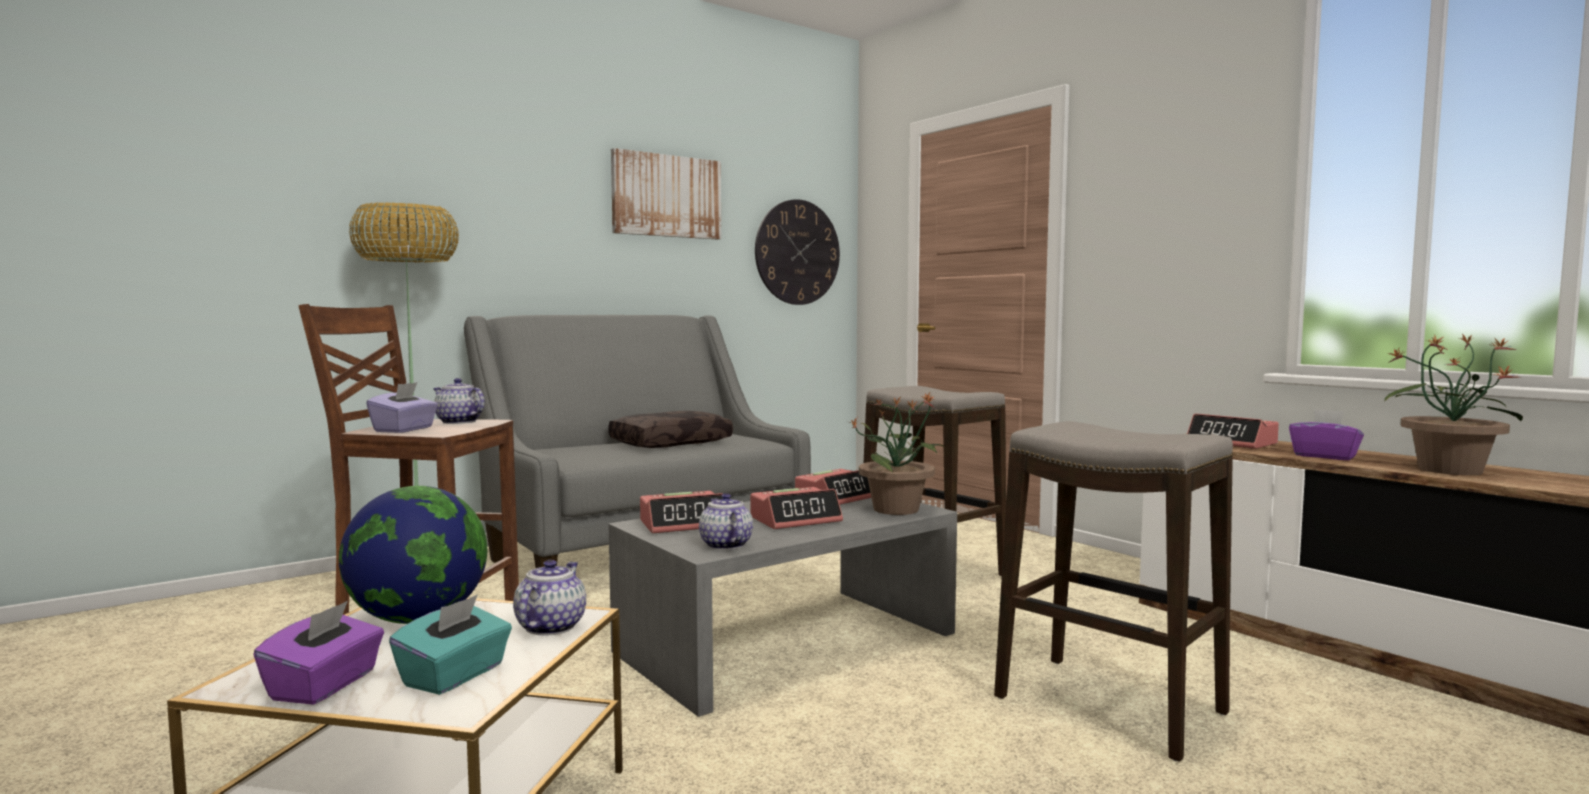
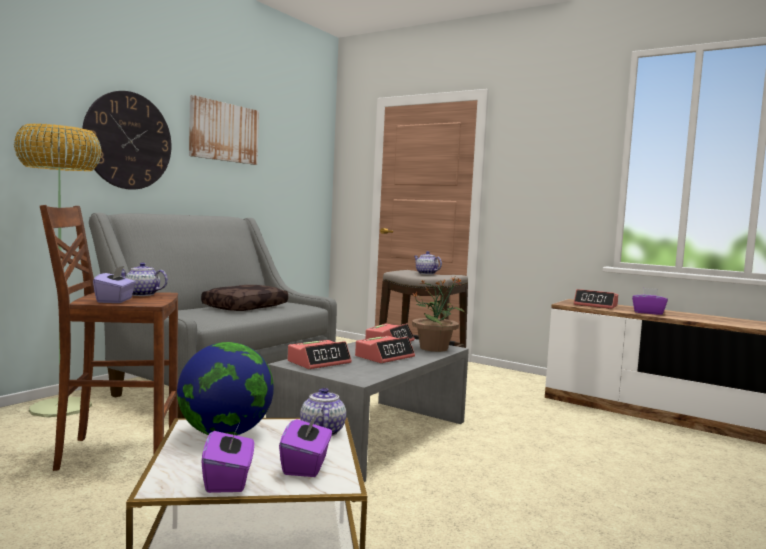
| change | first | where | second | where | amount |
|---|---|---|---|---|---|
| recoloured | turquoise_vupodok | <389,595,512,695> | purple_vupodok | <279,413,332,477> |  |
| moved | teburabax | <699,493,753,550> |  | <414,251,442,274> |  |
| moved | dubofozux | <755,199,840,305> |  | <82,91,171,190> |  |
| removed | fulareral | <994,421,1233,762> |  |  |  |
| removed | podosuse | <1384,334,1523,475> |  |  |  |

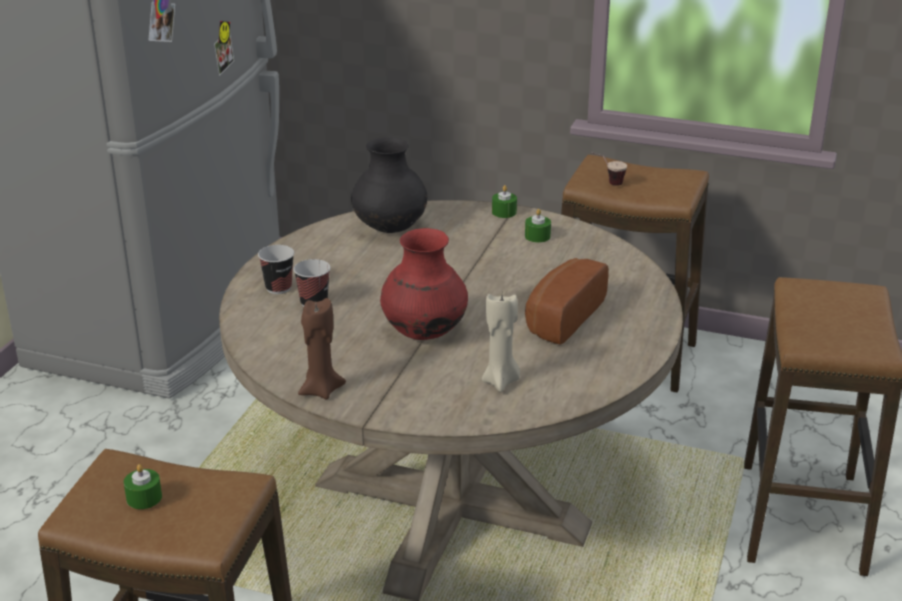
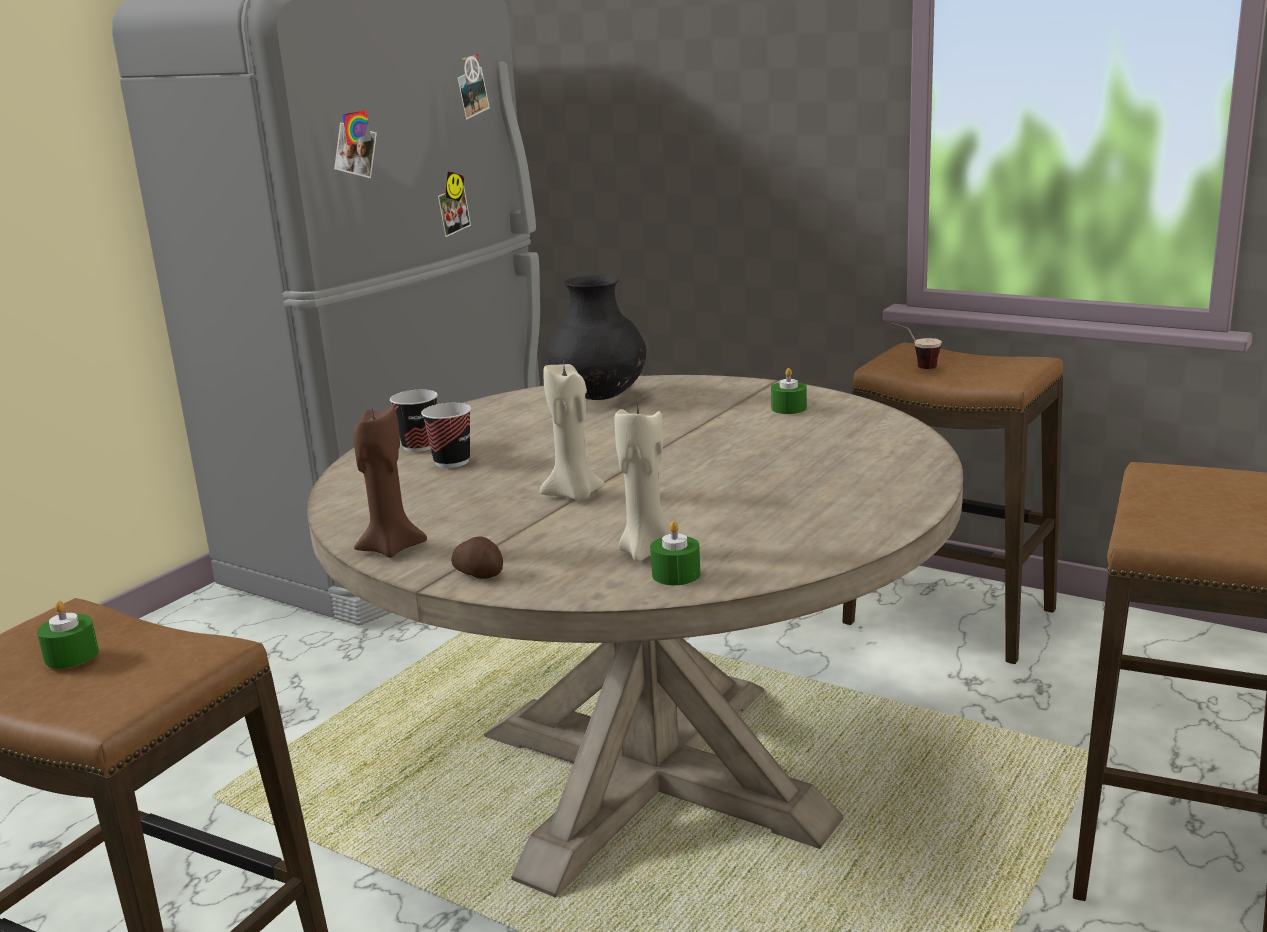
| change | first | where | second | where | amount |
|---|---|---|---|---|---|
| replaced | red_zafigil | <380,228,468,340> | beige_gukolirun | <540,364,605,500> |  |
| moved | green_gukolirun | <492,185,517,218> |  | <651,521,701,585> |  |
| removed | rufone | <525,258,609,345> |  |  |  |
| added |  |  | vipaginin | <451,536,503,579> |  |

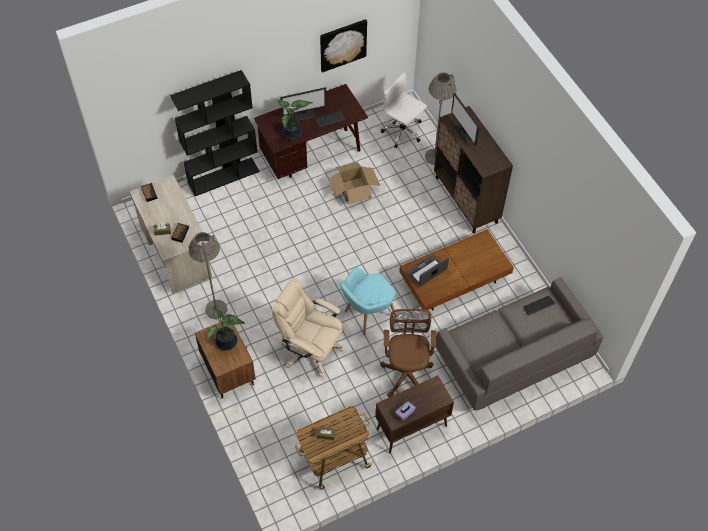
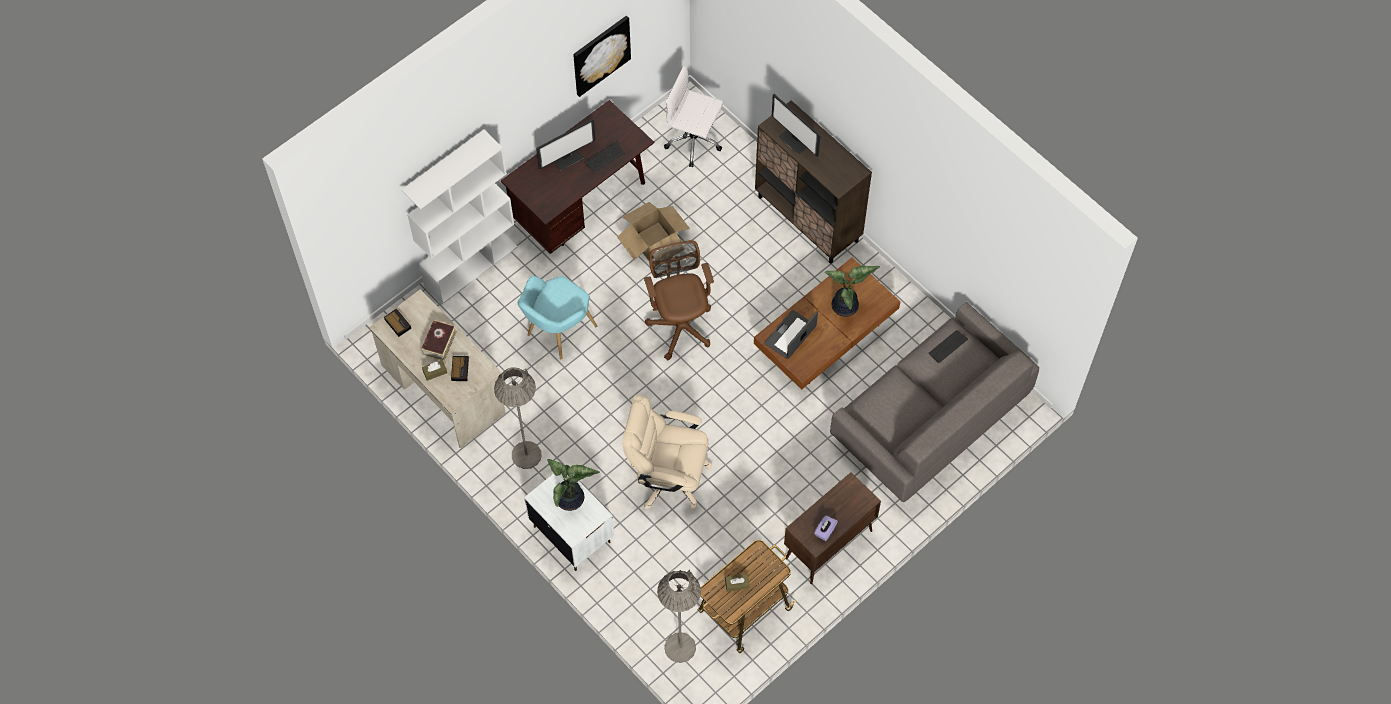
| change | first | where | second | where | amount |
|---|---|---|---|---|---|
| recoloured | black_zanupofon | <170,70,260,196> | white_zanupofon | <401,130,518,305> |  |
| recoloured | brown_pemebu | <195,322,256,399> | white_pemebu | <524,471,614,571> |  |
| moved | podosuse | <277,100,313,140> |  | <825,266,880,317> |  |
| moved | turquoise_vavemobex | <340,267,396,335> |  | <518,276,597,359> |  |
| moved | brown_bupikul | <380,309,437,397> |  | <644,240,714,361> |  |
| moved | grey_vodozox | <425,72,457,165> |  | <657,570,701,663> |  |
| added |  |  | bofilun | <421,320,457,361> |  |

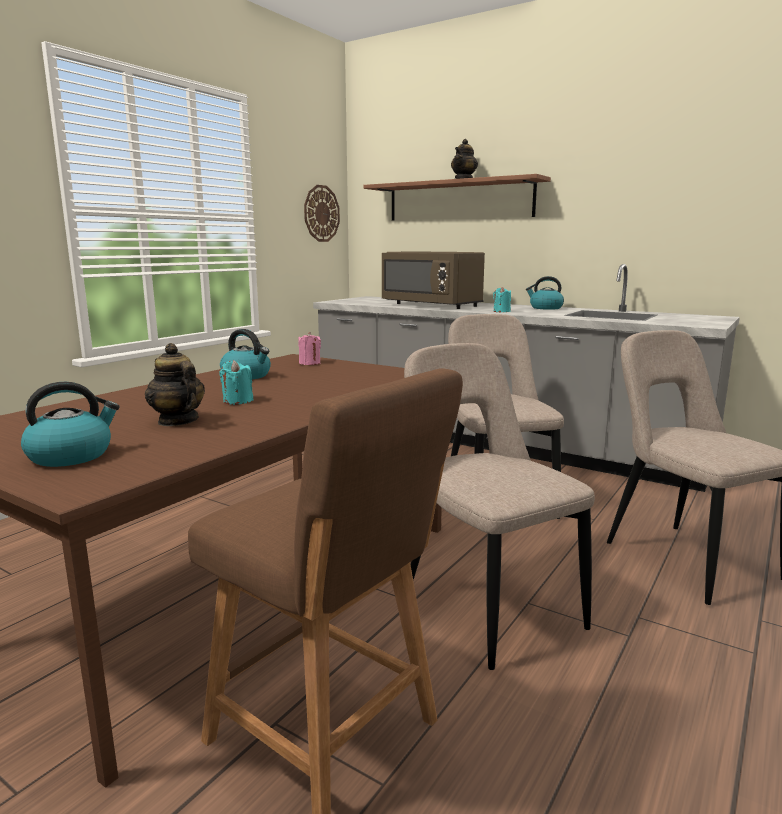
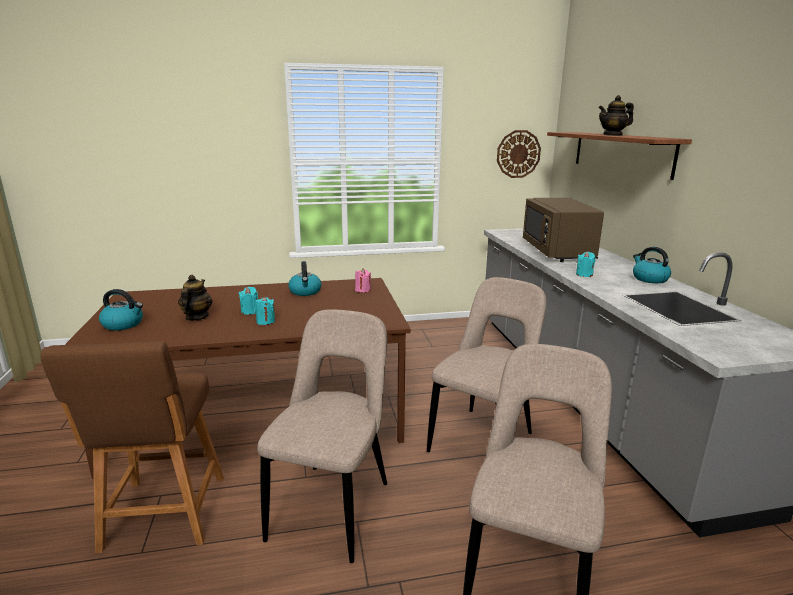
| change | first | where | second | where | amount |
|---|---|---|---|---|---|
| added |  |  | turquoise_gukolirun | <255,296,275,325> |  |

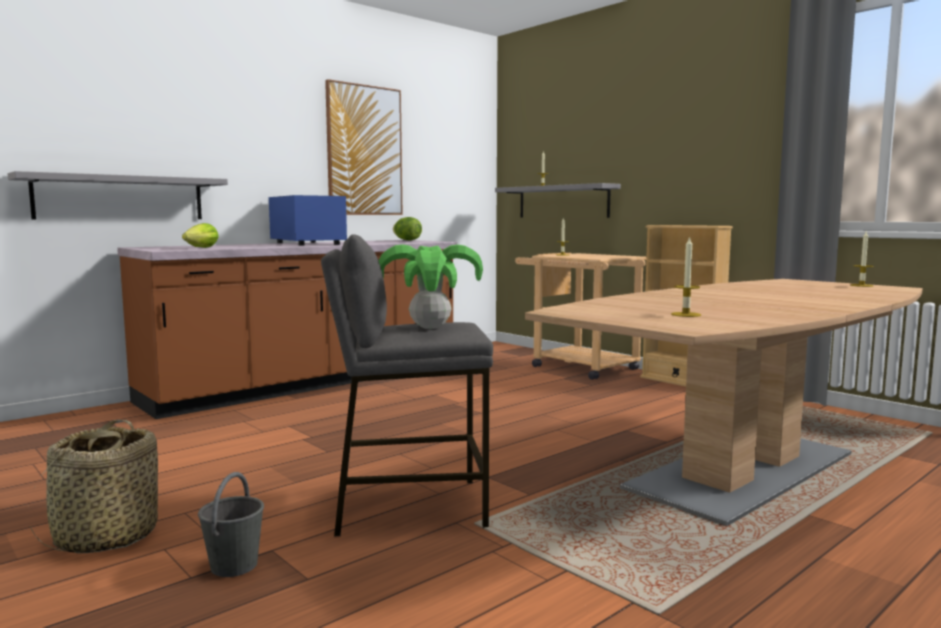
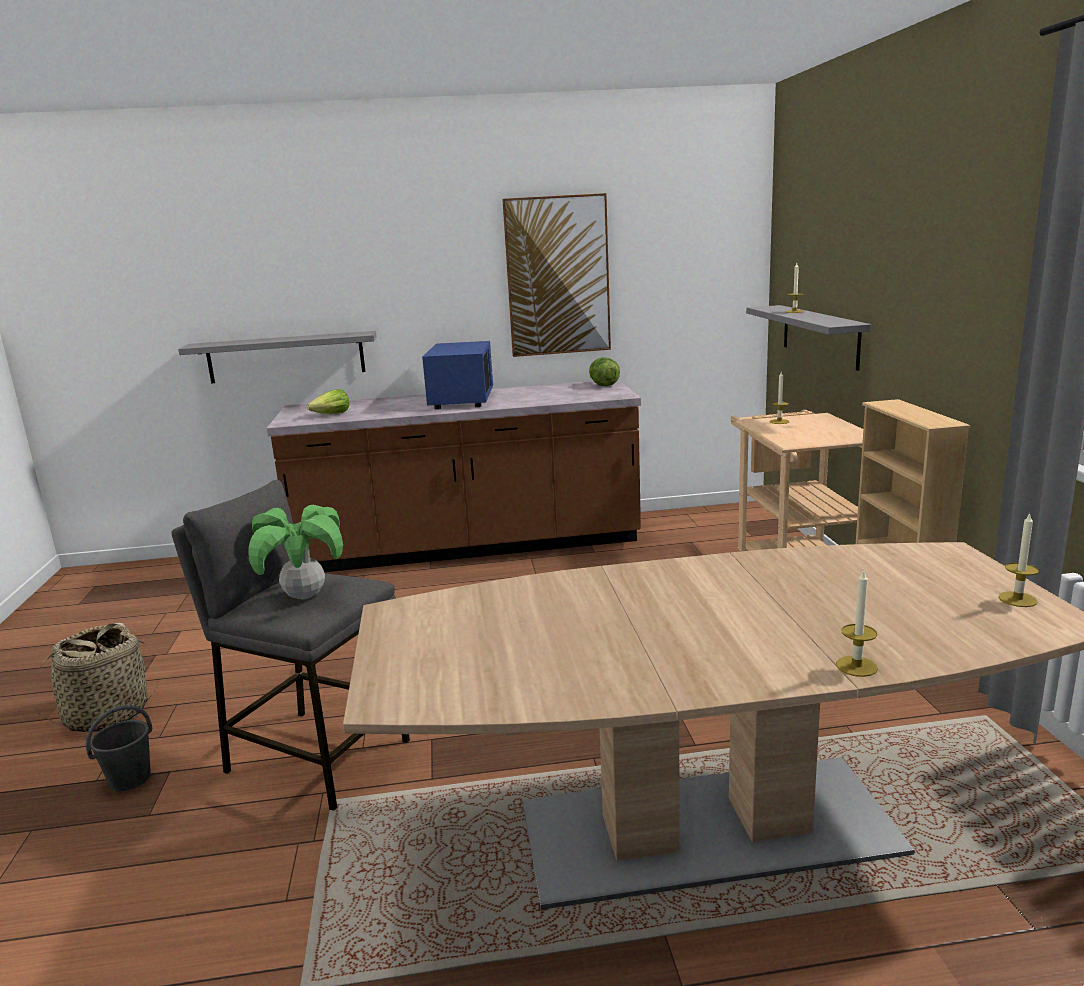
| change | first | where | second | where | amount |
|---|---|---|---|---|---|
| moved | gukolirun | <671,236,701,317> |  | <836,569,878,677> |  |

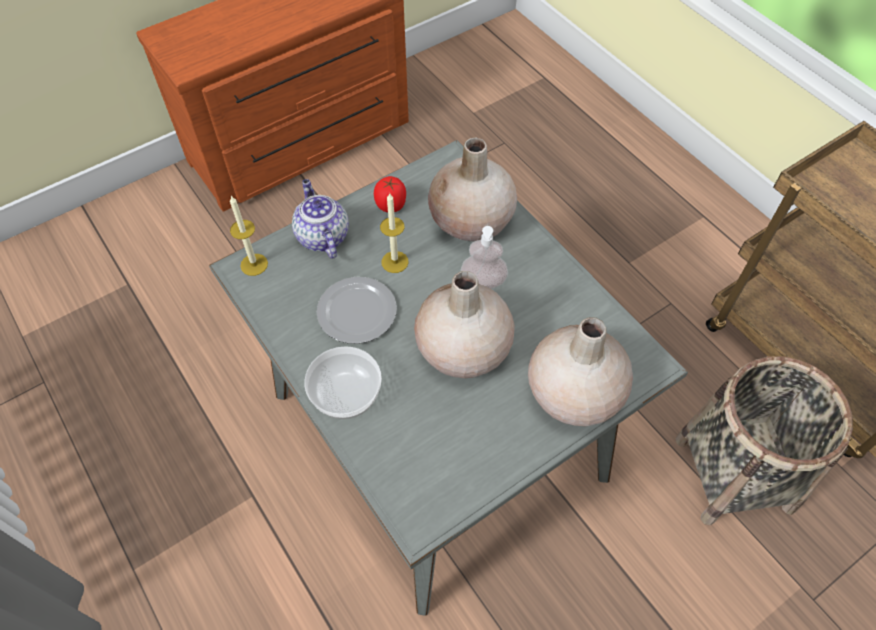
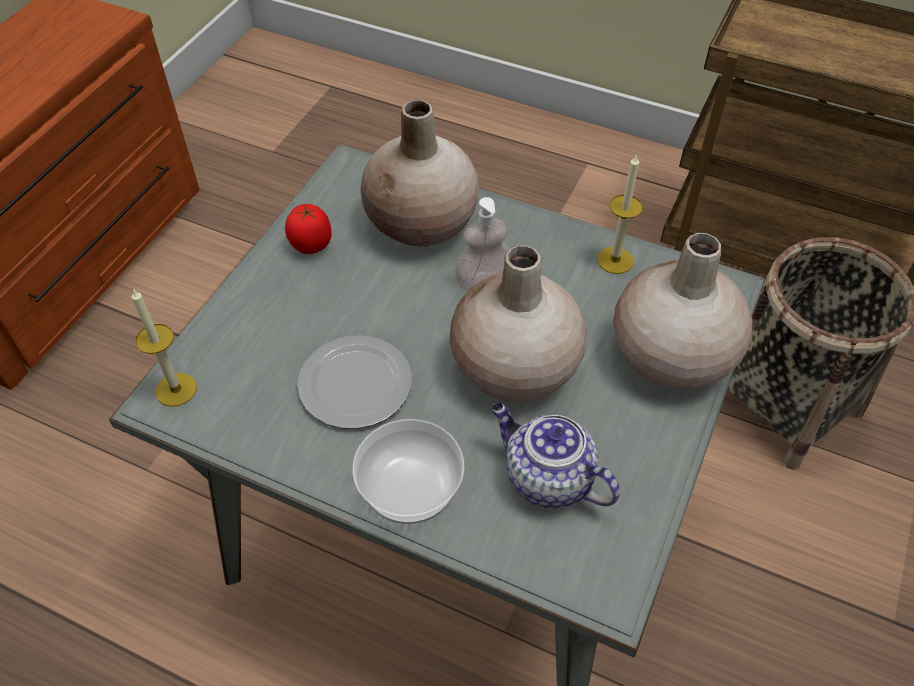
| change | first | where | second | where | amount |
|---|---|---|---|---|---|
| moved | teburabax | <292,179,349,259> |  | <491,403,620,508> |  |
| moved | gukolirun | <380,194,409,273> |  | <597,154,643,274> |  |

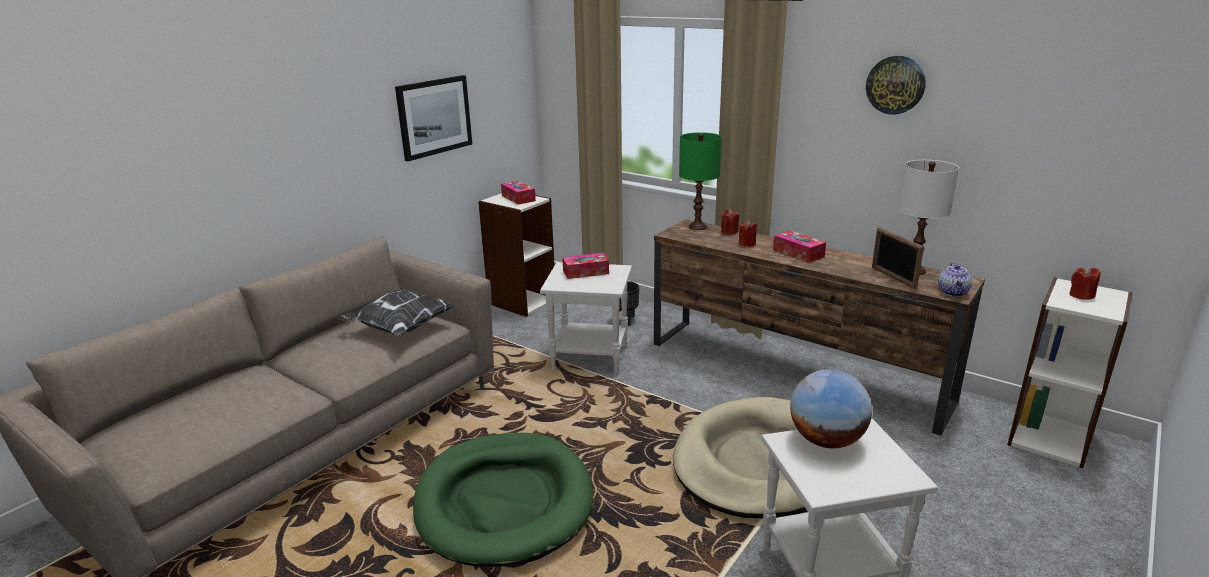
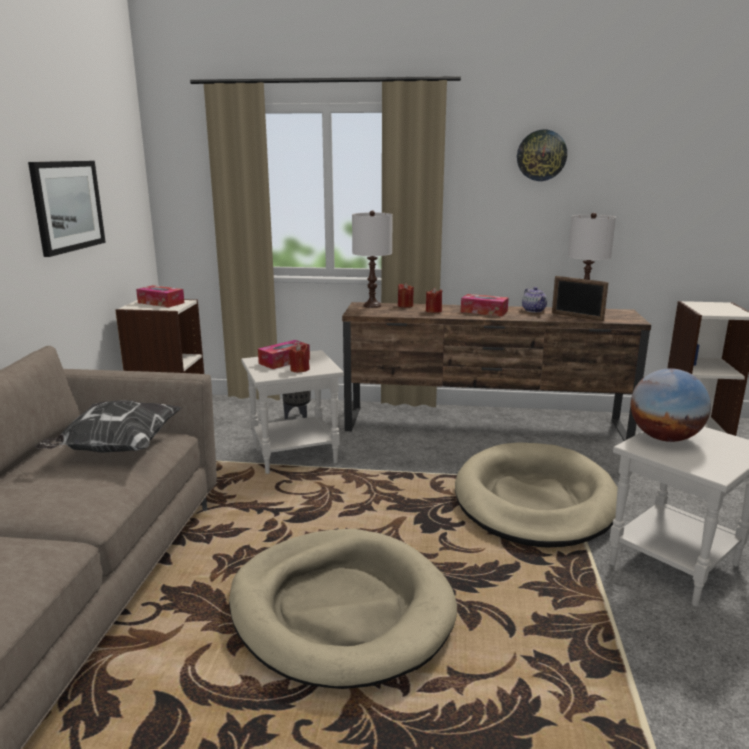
| change | first | where | second | where | amount |
|---|---|---|---|---|---|
| recoloured | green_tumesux | <413,433,593,567> | beige_tumesux | <229,529,457,689> |  |
| recoloured | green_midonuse | <679,132,722,230> | white_midonuse | <352,210,393,308> |  |
| moved | teburabax | <938,263,972,297> |  | <522,287,547,312> |  |
| moved | red_gukolirun | <1069,267,1101,300> |  | <289,344,310,373> |  |

